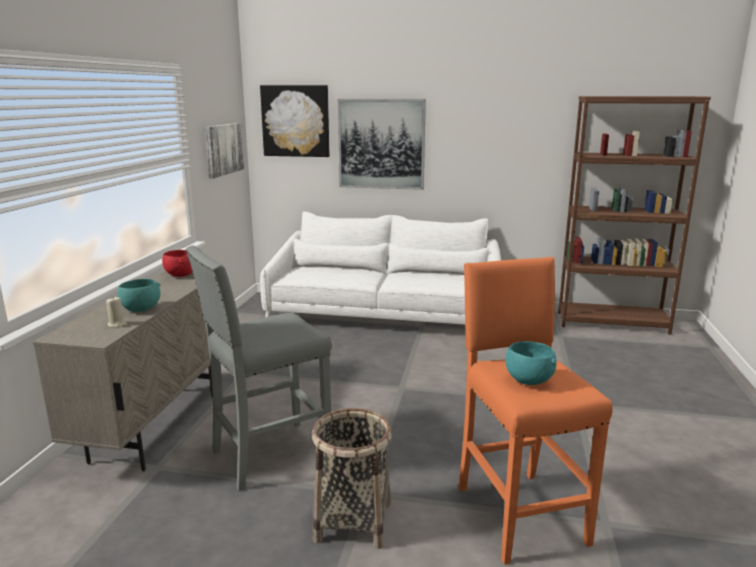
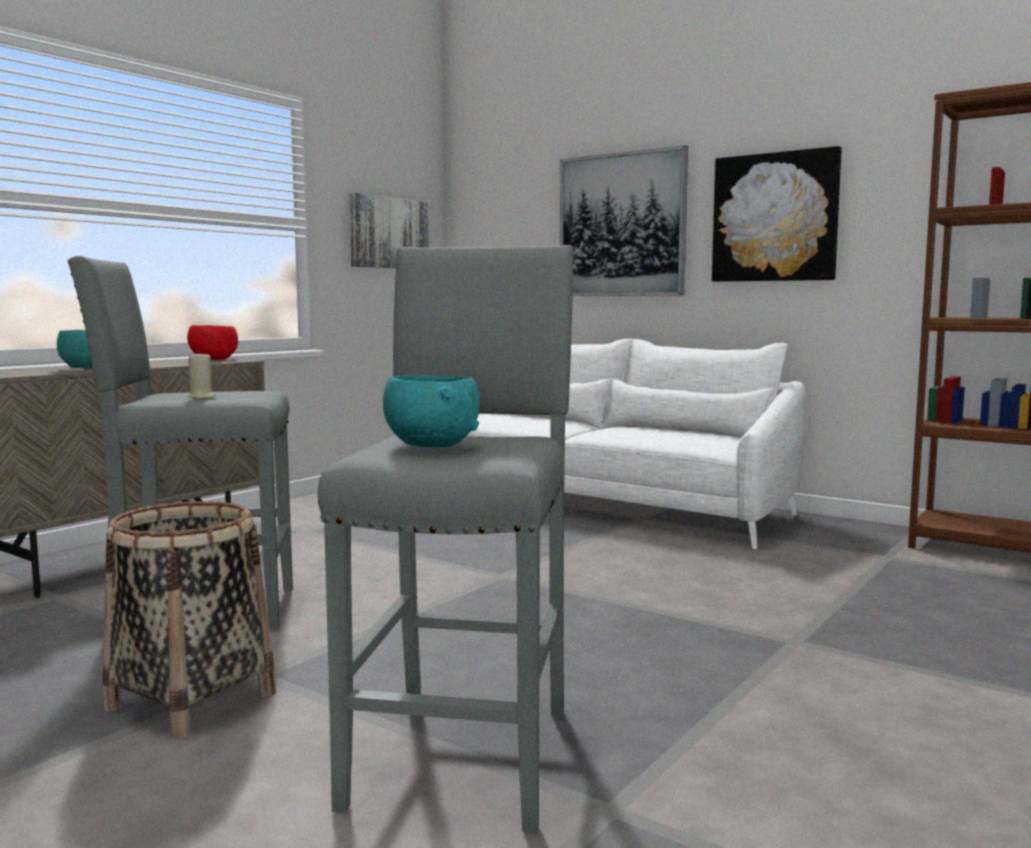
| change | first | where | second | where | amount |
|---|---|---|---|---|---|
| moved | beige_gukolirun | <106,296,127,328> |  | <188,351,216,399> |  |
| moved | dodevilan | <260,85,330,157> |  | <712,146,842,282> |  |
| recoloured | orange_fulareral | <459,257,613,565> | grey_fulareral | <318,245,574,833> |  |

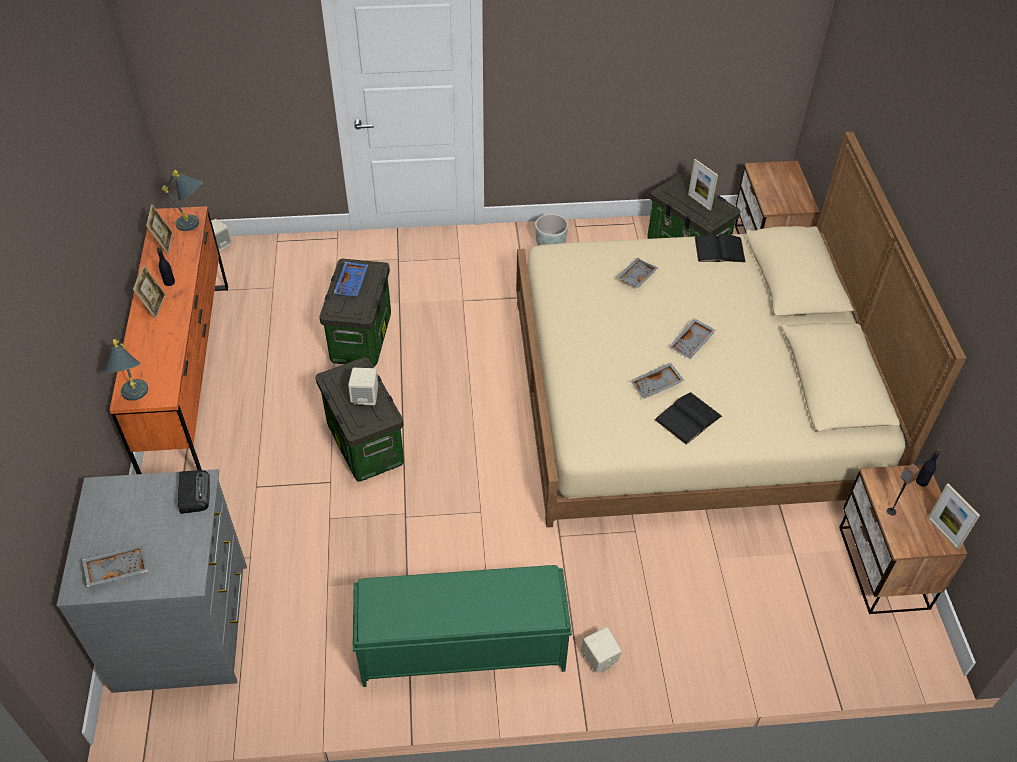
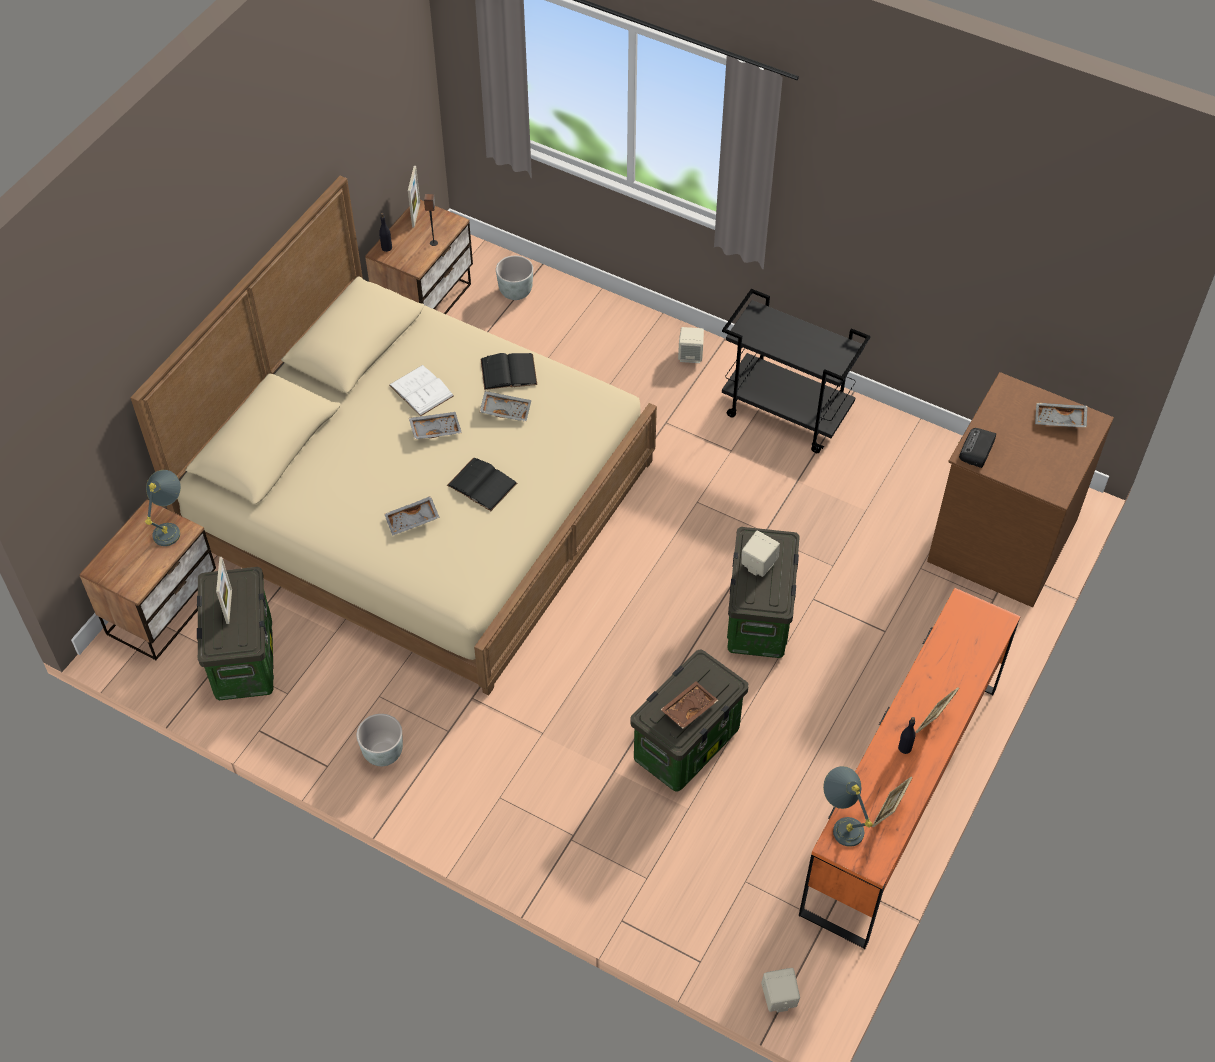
| change | first | where | second | where | amount |
|---|---|---|---|---|---|
| recoloured | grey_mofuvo | <56,469,247,693> | brown_mofuvo | <927,372,1114,607> |  |
| moved | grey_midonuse | <103,339,148,401> |  | <145,470,181,546> |  |
| recoloured | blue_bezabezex | <334,262,368,296> | brown_bezabezex | <660,681,718,729> |  |
| replaced | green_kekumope | <353,565,572,687> | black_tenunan | <722,289,871,453> |  |
| moved | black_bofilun | <695,234,746,263> |  | <447,457,517,511> |  |
| added |  |  | white_bofilun | <389,365,454,416> |  |
| added |  |  | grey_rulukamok | <496,256,533,300> |  |

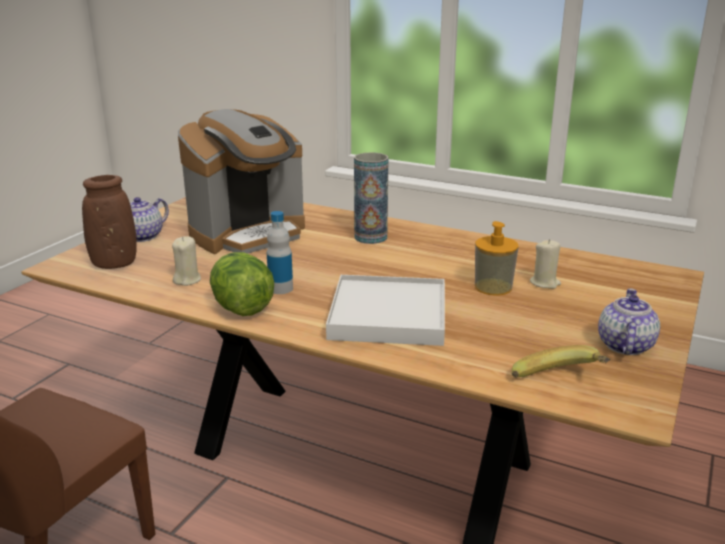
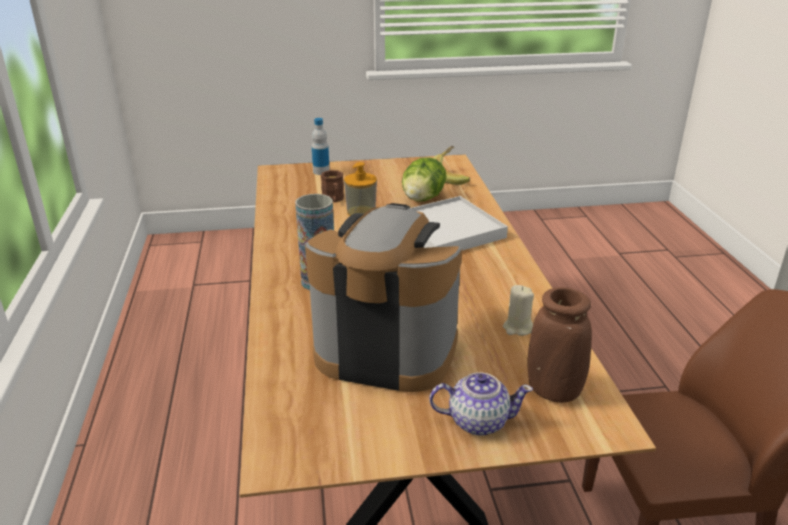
| change | first | where | second | where | amount |
|---|---|---|---|---|---|
| moved | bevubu | <210,252,274,316> |  | <402,157,447,201> |  |
| moved | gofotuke | <267,211,293,294> |  | <312,118,330,175> |  |
| replaced | beige_gukolirun | <530,239,561,289> | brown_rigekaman | <321,170,344,202> |  |
| removed | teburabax | <598,288,660,355> |  |  |  |

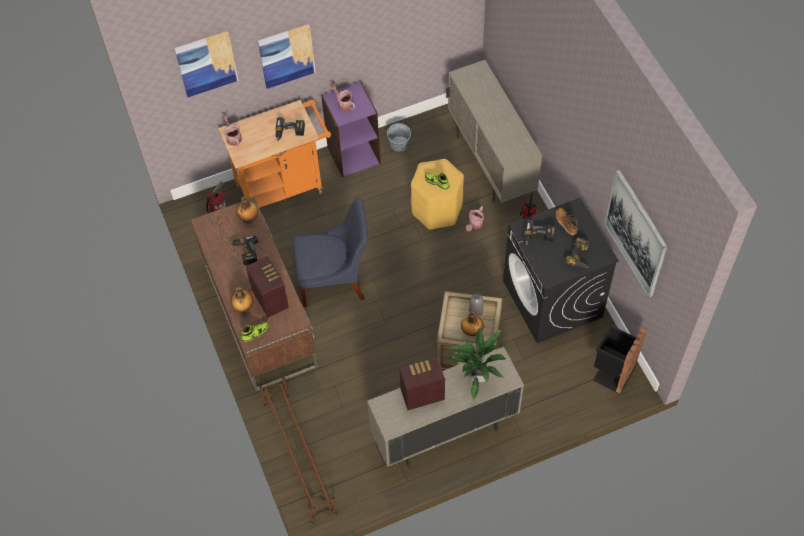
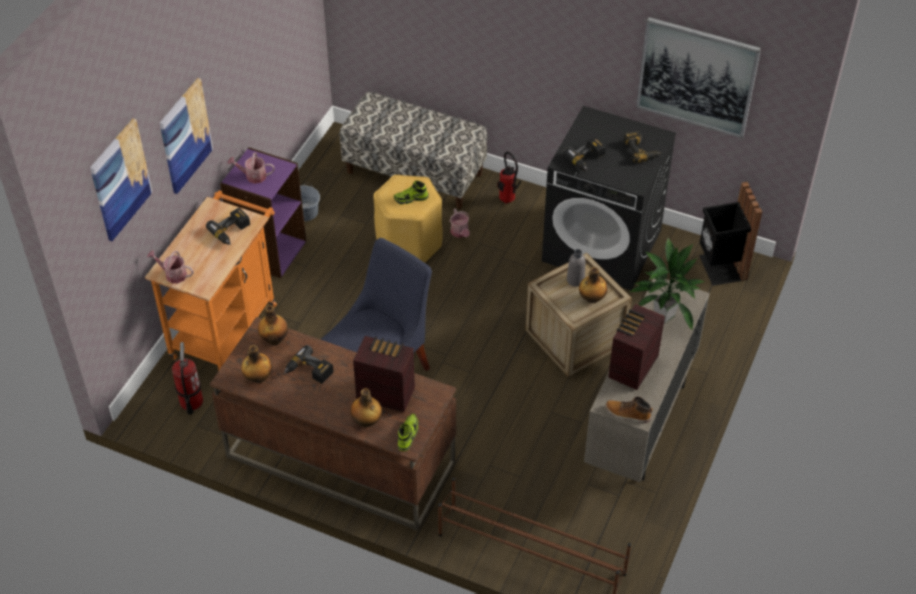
| change | first | where | second | where | amount |
|---|---|---|---|---|---|
| replaced | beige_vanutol | <446,60,542,203> | kekumope | <339,91,487,209> |  |
| moved | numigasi | <556,208,578,236> |  | <606,397,653,423> |  |
| added |  |  | gofotuke | <241,345,273,383> |  |

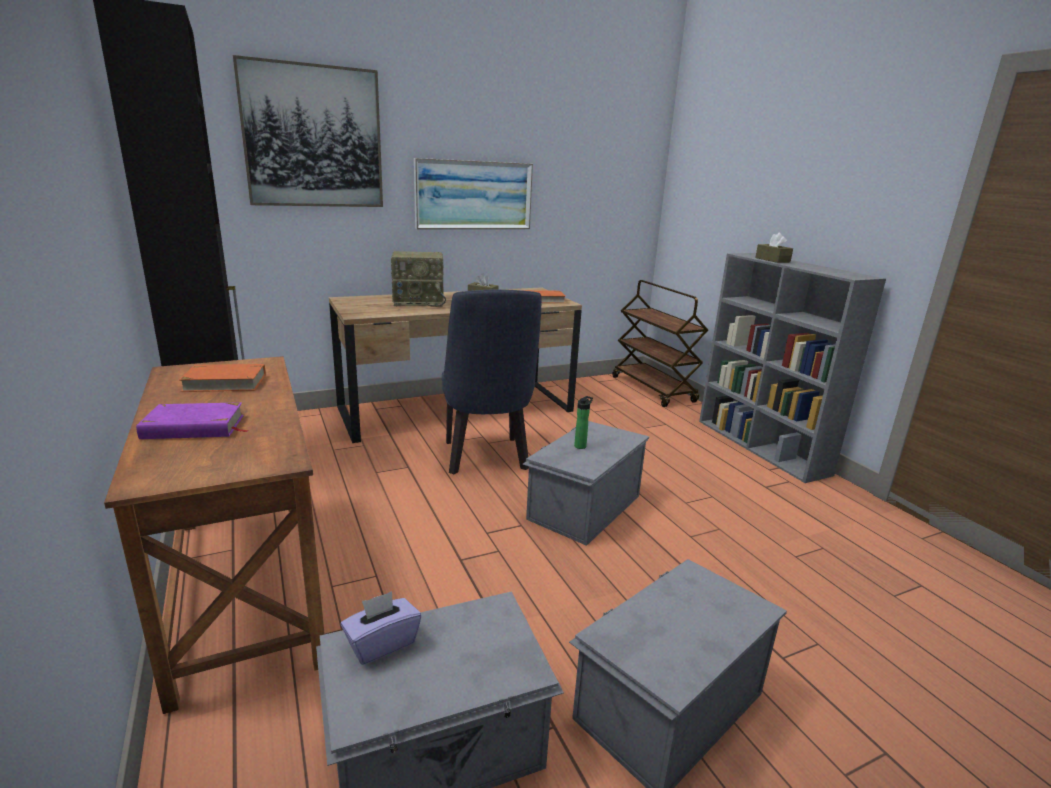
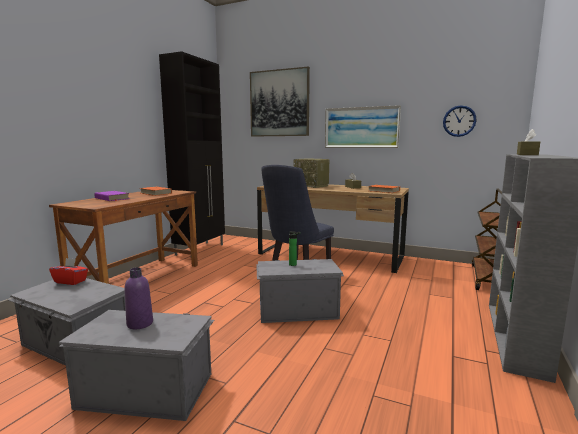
| change | first | where | second | where | amount |
|---|---|---|---|---|---|
| recoloured | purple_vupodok | <341,591,421,665> | red_vupodok | <49,258,88,285> |  |
| added |  |  | purple_gofotuke | <124,267,153,329> |  |
| added |  |  | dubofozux | <443,105,477,137> |  |

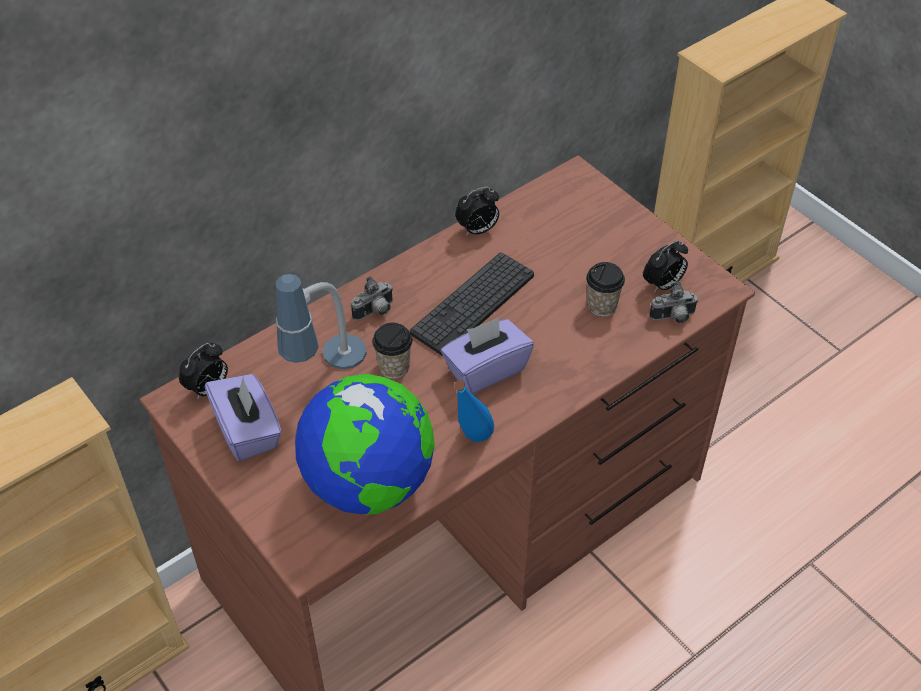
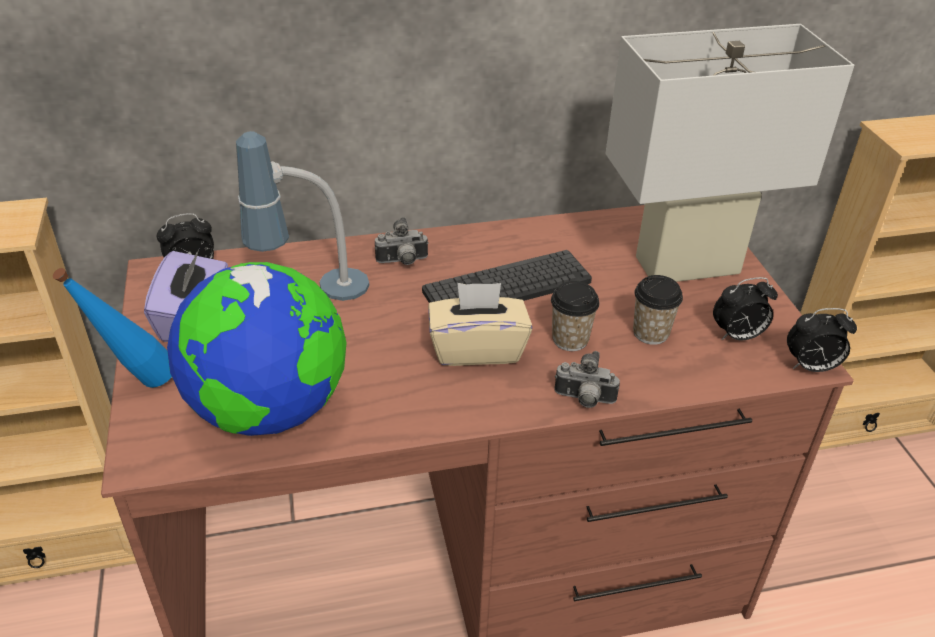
| change | first | where | second | where | amount |
|---|---|---|---|---|---|
| moved | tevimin | <372,323,413,379> |  | <551,281,599,351> |  |
| recoloured | purple_vupodok | <441,317,534,394> | beige_vupodok | <428,283,532,366> |  |
| moved | blue_gofotuke | <454,380,494,442> |  | <53,268,172,388> |  |
| moved | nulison | <455,187,499,236> |  | <787,308,857,372> |  |
| moved | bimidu | <649,281,698,323> |  | <555,351,620,408> |  |
| added |  |  | white_midonuse | <605,24,854,282> |  |

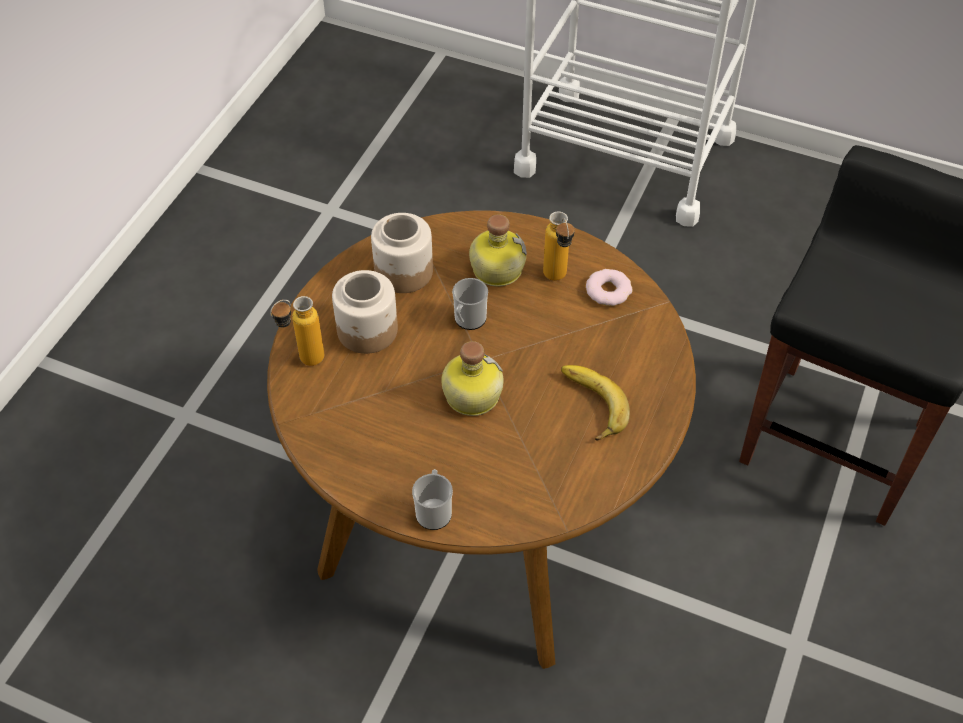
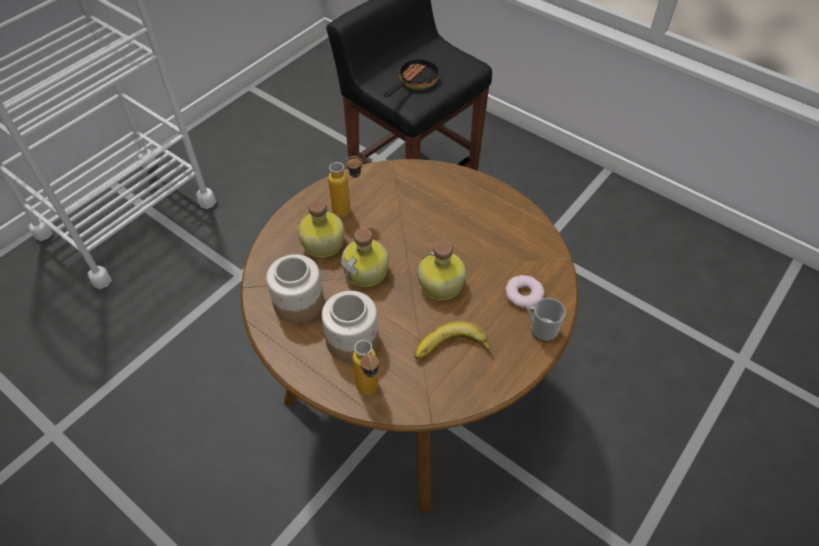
| change | first | where | second | where | amount |
|---|---|---|---|---|---|
| replaced | rigekaman | <452,278,488,330> | gofotuke | <341,228,389,287> |  |
| moved | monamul | <561,365,630,441> |  | <415,321,492,359> |  |
| moved | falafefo | <586,269,633,306> |  | <505,275,545,308> |  |
| added |  |  | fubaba | <383,56,439,97> |  |

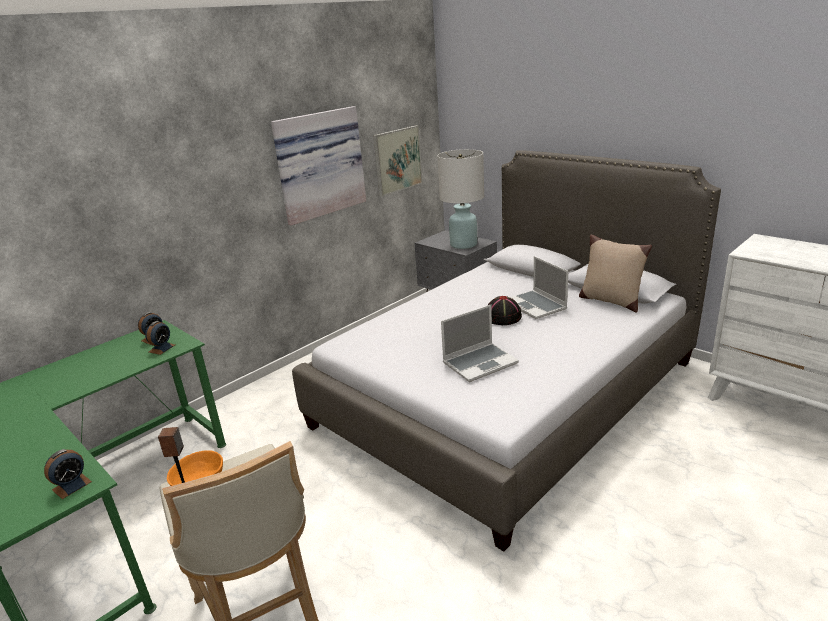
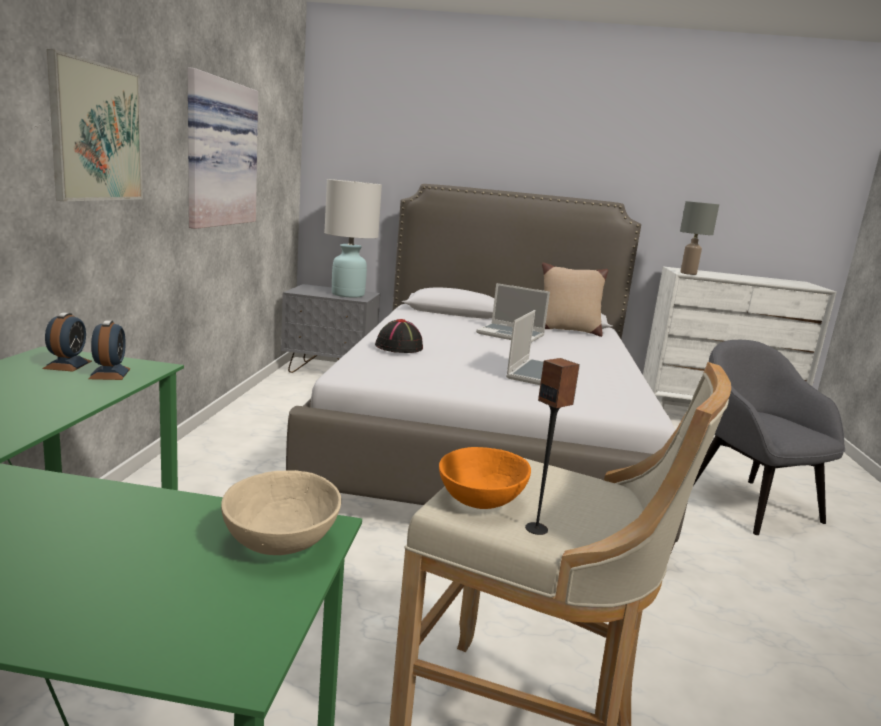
| change | first | where | second | where | amount |
|---|---|---|---|---|---|
| replaced | nulison | <44,449,92,499> | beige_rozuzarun | <221,470,341,555> |  |
| moved | dodevilan | <373,125,423,197> |  | <47,49,143,201> |  |
| moved | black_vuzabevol | <487,296,522,325> |  | <375,319,423,353> |  |
| added |  |  | grey_midonuse | <680,201,719,275> |  |
| added |  |  | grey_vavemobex | <693,340,845,535> |  |

